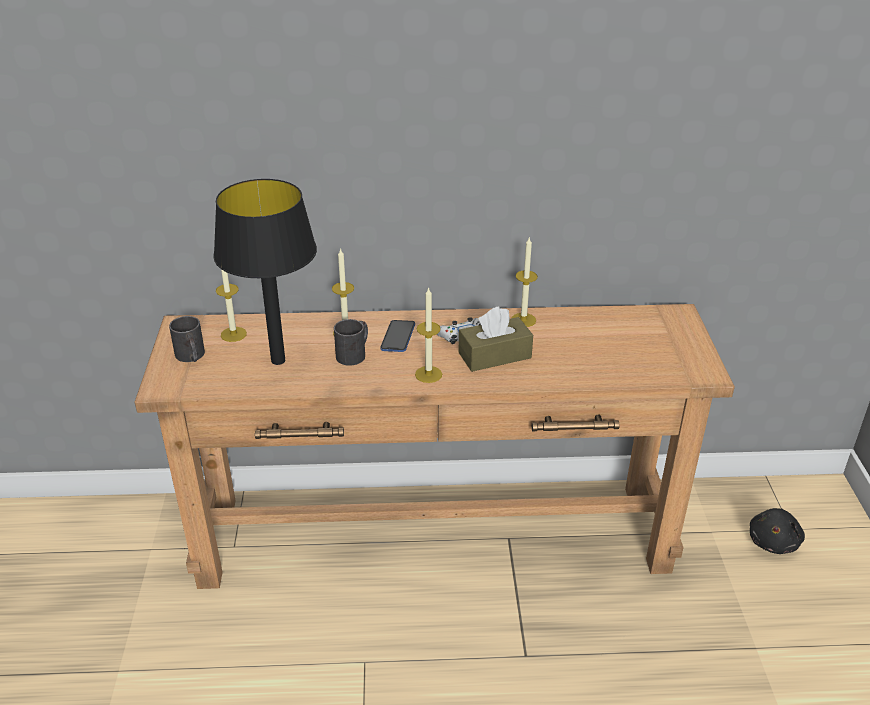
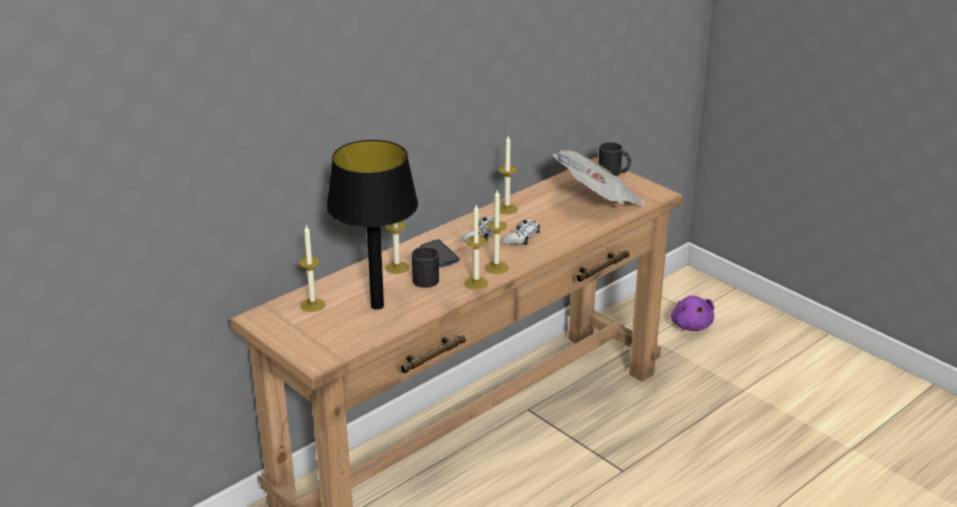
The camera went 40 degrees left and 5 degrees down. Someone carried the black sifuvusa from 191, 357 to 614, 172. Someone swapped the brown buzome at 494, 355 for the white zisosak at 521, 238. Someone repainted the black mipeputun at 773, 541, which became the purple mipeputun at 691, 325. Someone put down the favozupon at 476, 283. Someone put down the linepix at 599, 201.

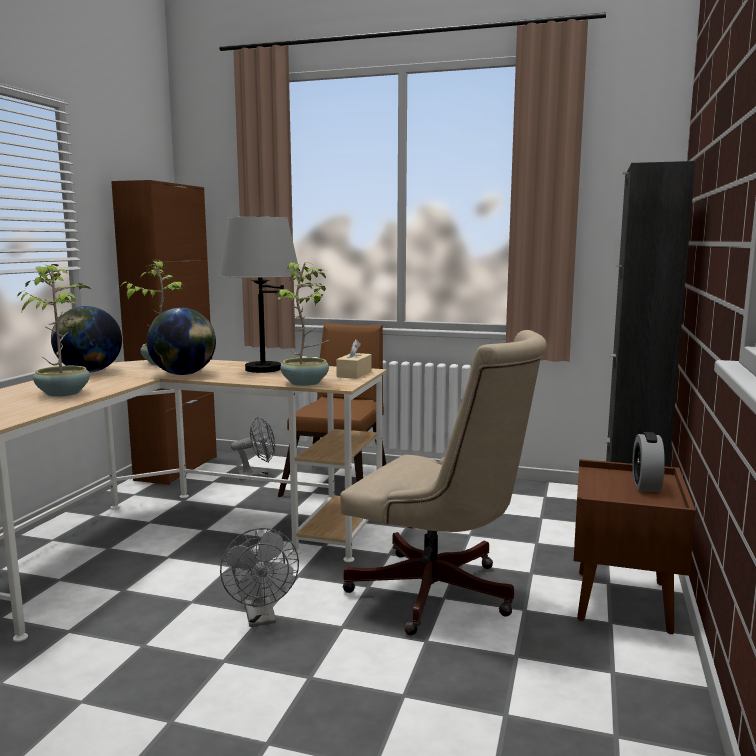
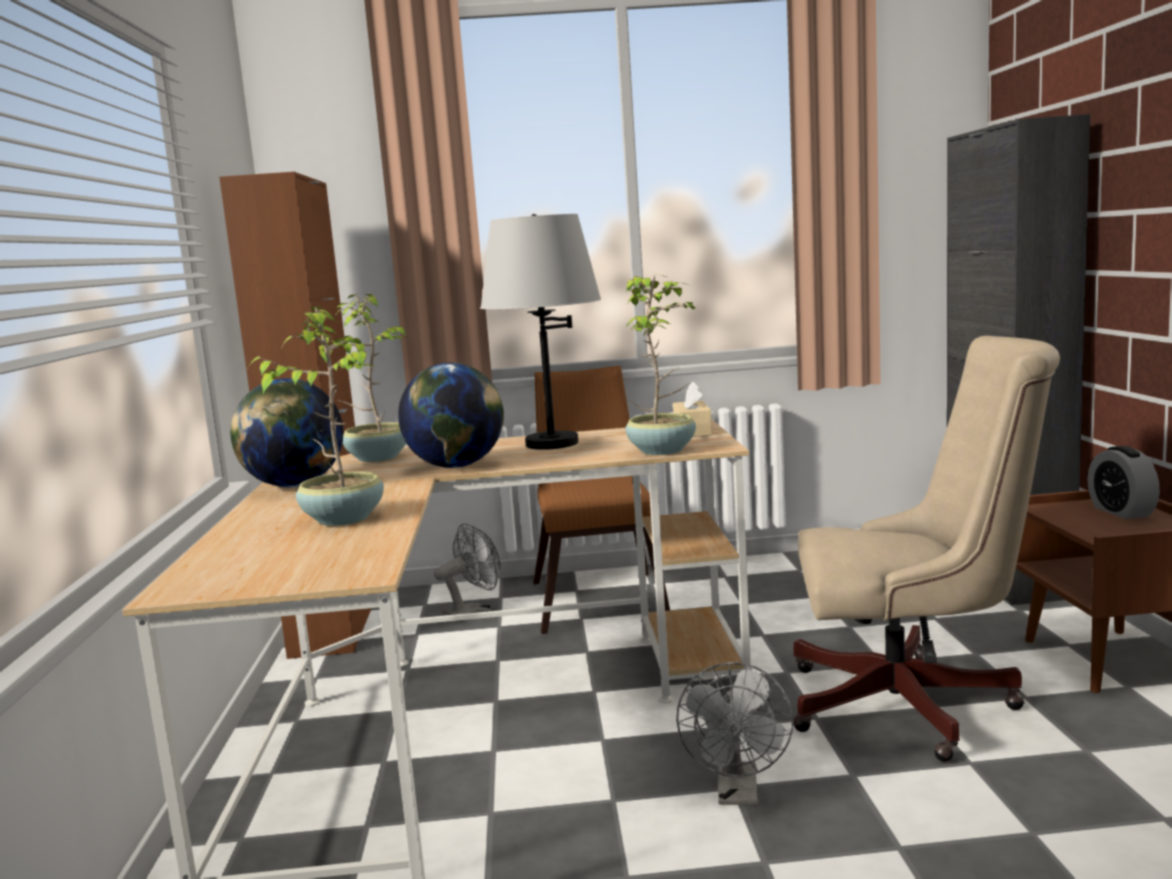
The camera went 20 degrees left and 0 degrees up. Someone rotated the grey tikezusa at 261, 618 by 45 degrees clockwise.

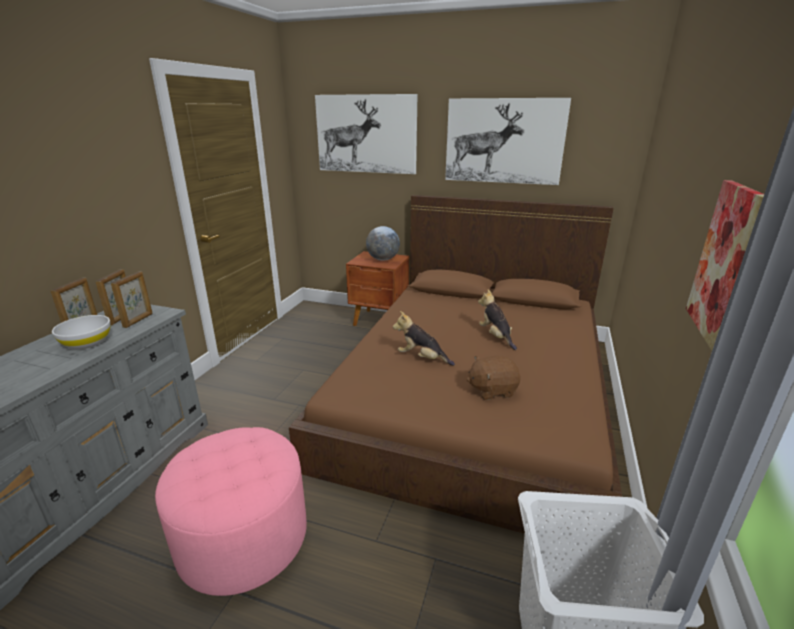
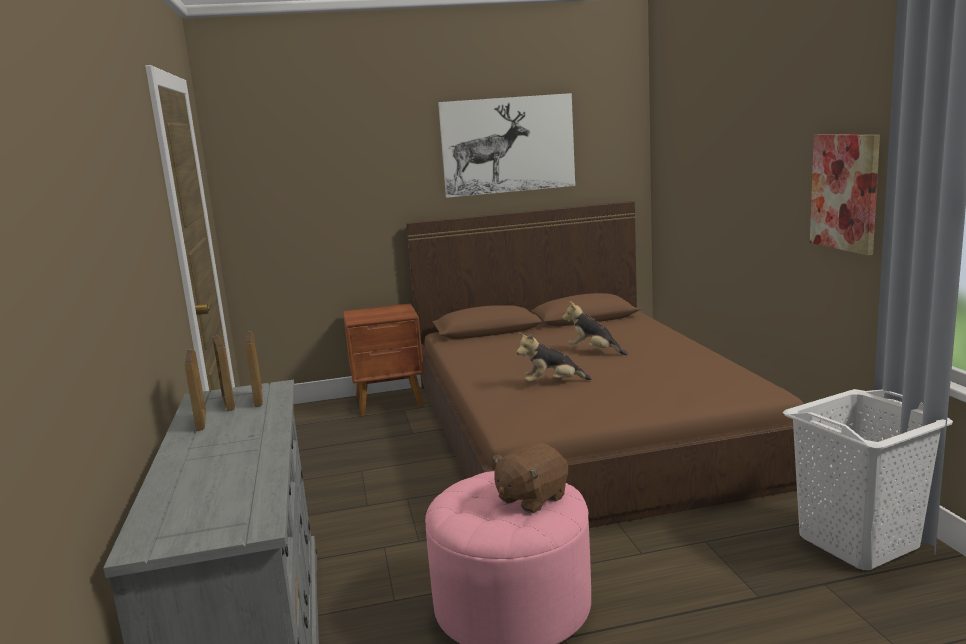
The camera went 30 degrees left and 10 degrees down. Someone took away the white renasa at 87, 343. Someone took away the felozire at 366, 134. Someone took away the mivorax at 383, 259. Someone carried the brown mipeputun from 492, 390 to 531, 498.

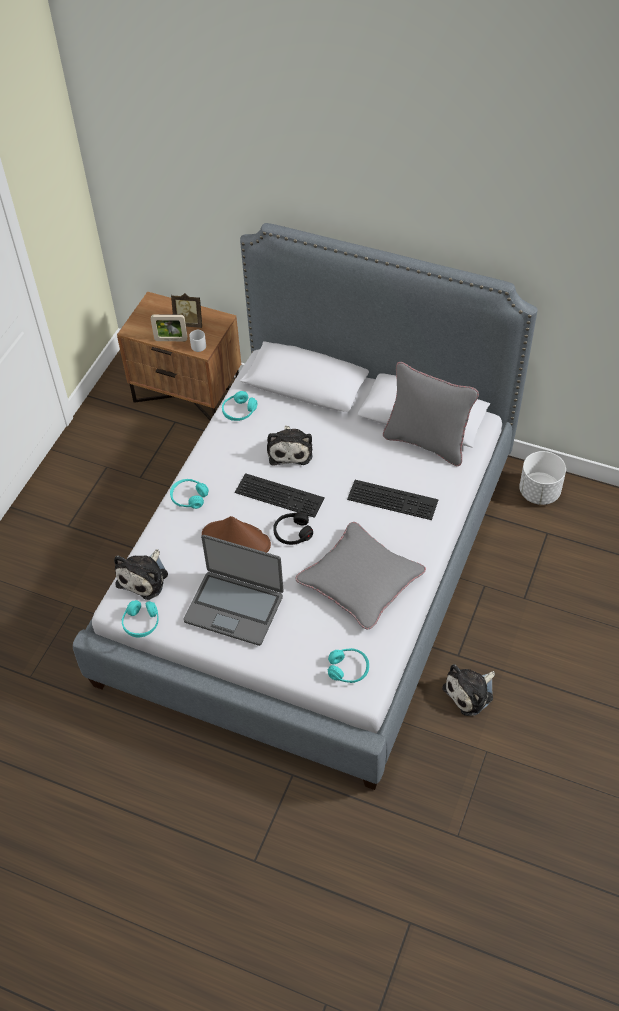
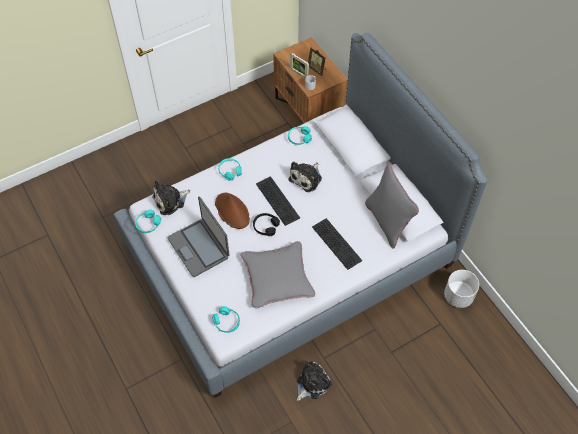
The camera went 35 degrees right and 5 degrees up. Someone rotated the mipeputun at 470, 692 by 135 degrees clockwise.

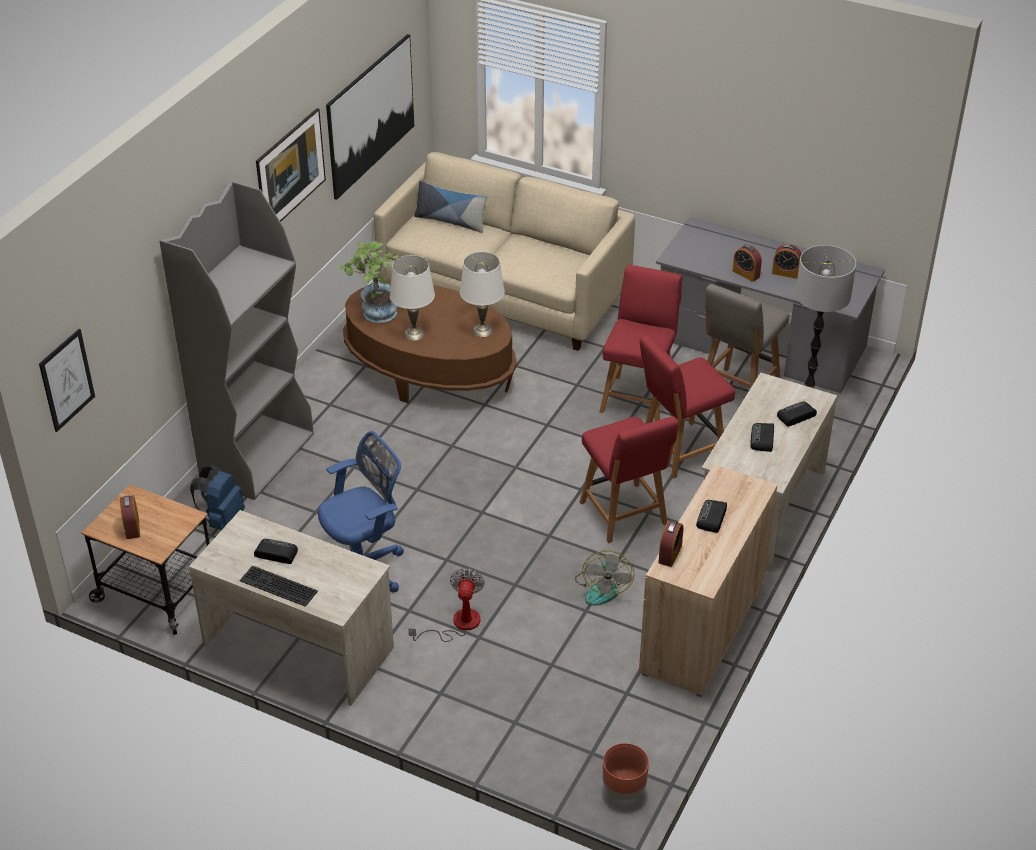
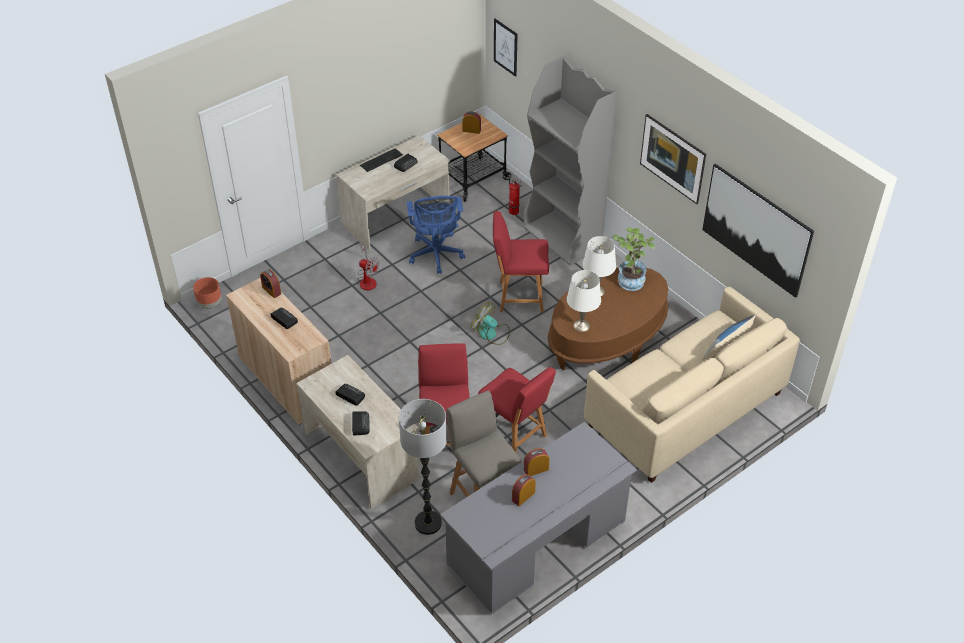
The camera went 115 degrees right and 5 degrees up. Someone swapped the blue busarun at 222, 520 for the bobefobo at 514, 212. Someone carried the tikezusa from 603, 588 to 491, 334. Someone carried the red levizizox from 624, 515 to 519, 297.

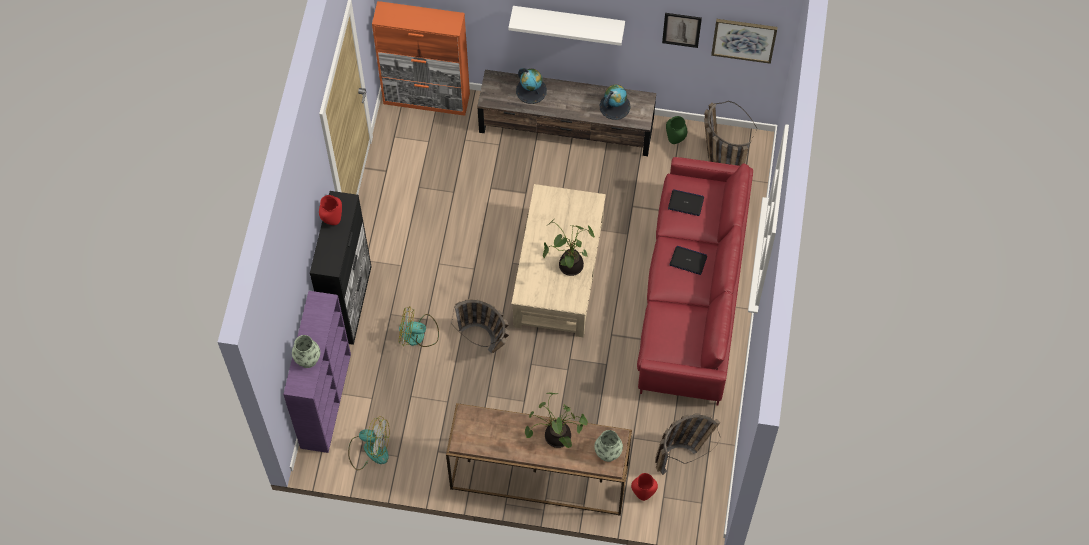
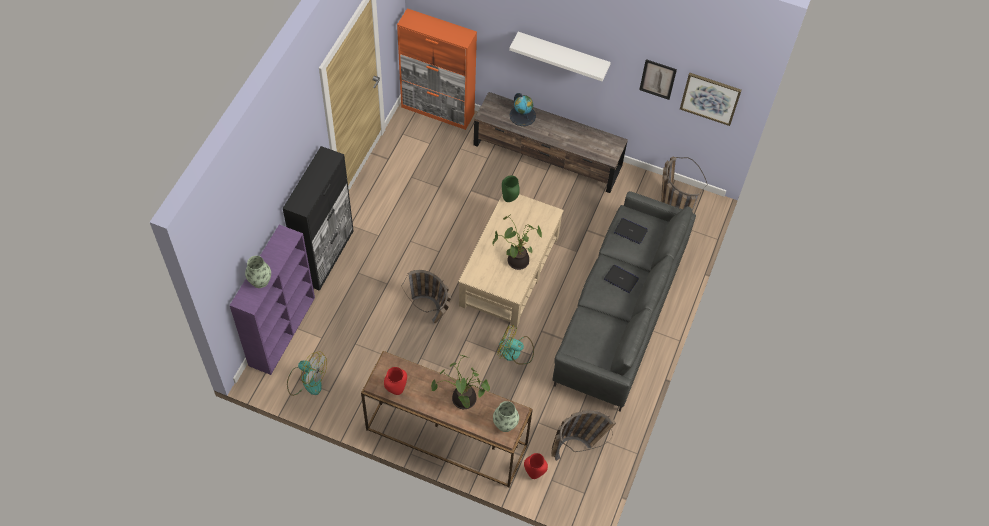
The camera went 10 degrees right and 5 degrees down. Someone carried the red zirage from 332, 220 to 396, 389. Someone carried the tikezusa from 418, 334 to 515, 352. Someone took away the mivorax at 614, 106. Someone repainted the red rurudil at 691, 295, which became the grey rurudil at 619, 314. Someone carried the green zirage from 675, 140 to 510, 199.

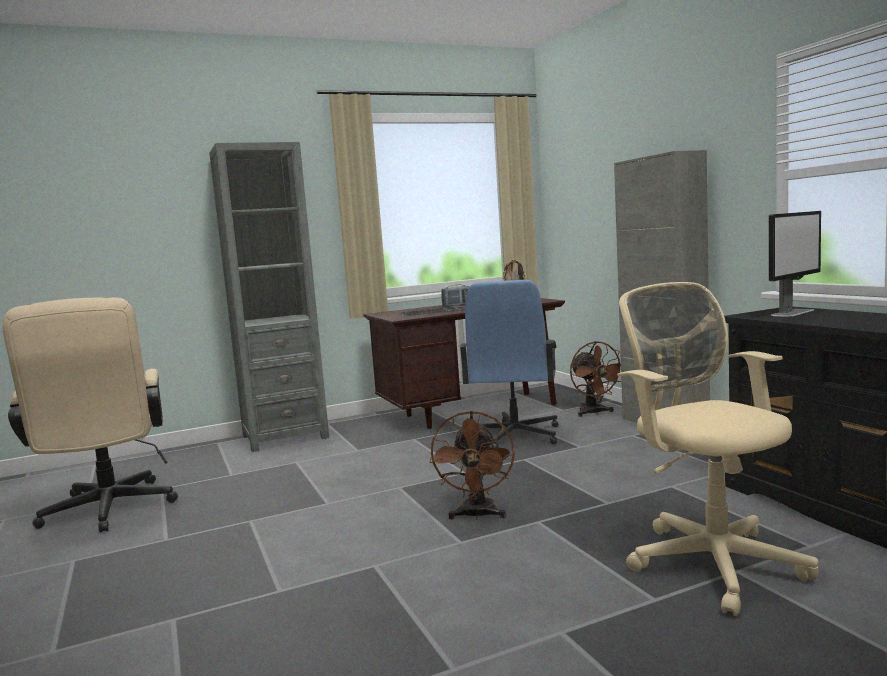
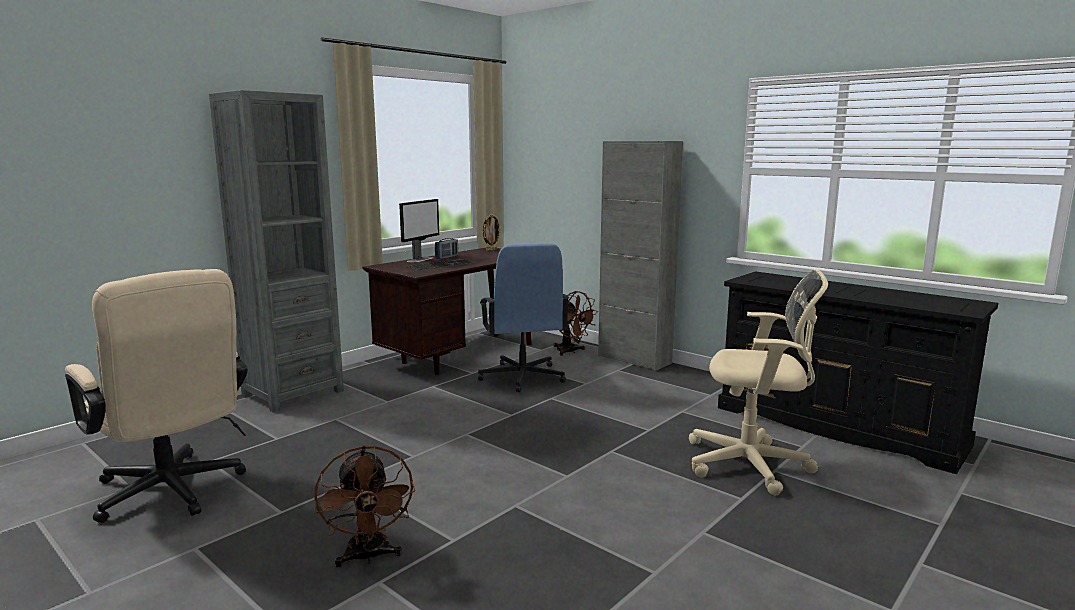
The camera went 25 degrees left and 5 degrees up. Someone carried the brown tikezusa from 477, 515 to 368, 557. Someone rotated the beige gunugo at 710, 560 by 150 degrees clockwise. Someone carried the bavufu from 792, 312 to 420, 259.

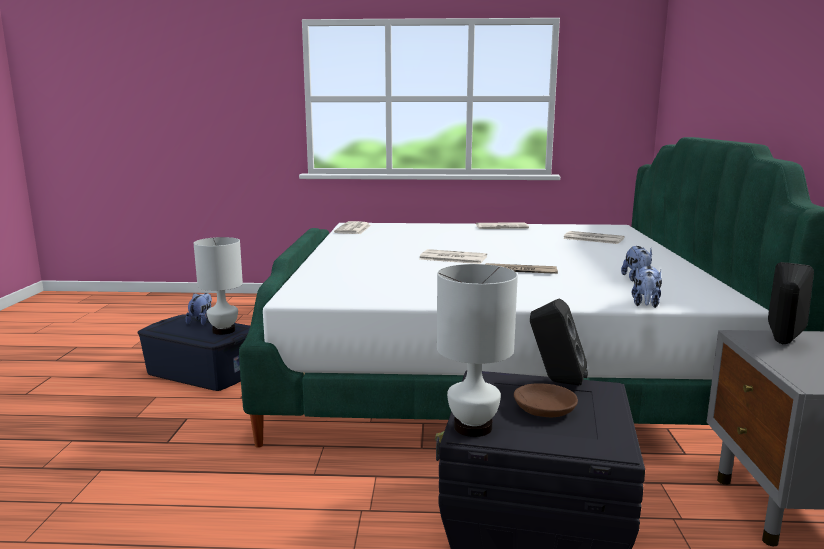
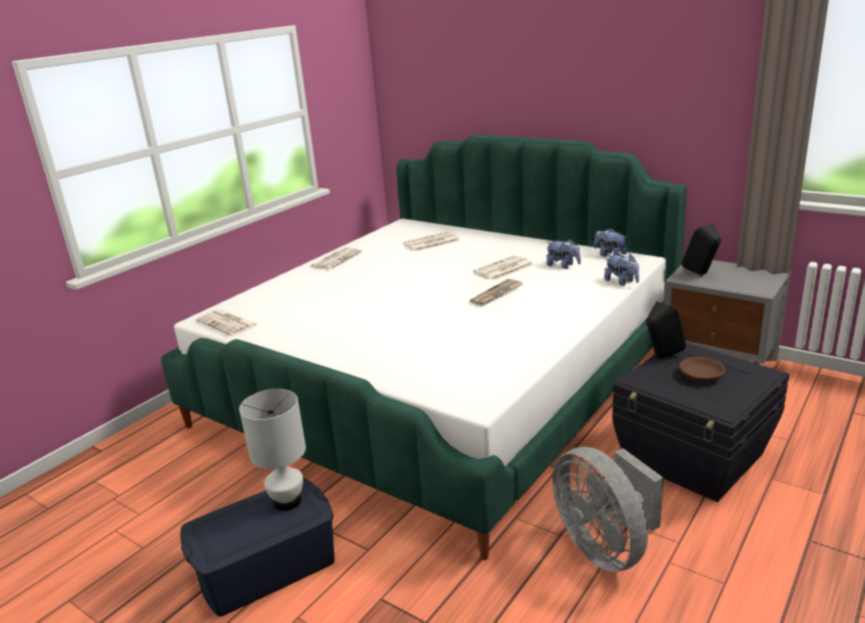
The camera went 55 degrees left and 10 degrees up. Someone carried the mipeputun from 201, 321 to 610, 255. Someone carried the linepix from 452, 258 to 503, 269. Someone took away the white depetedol at 472, 427. Someone put down the grey tikezusa at 605, 547.

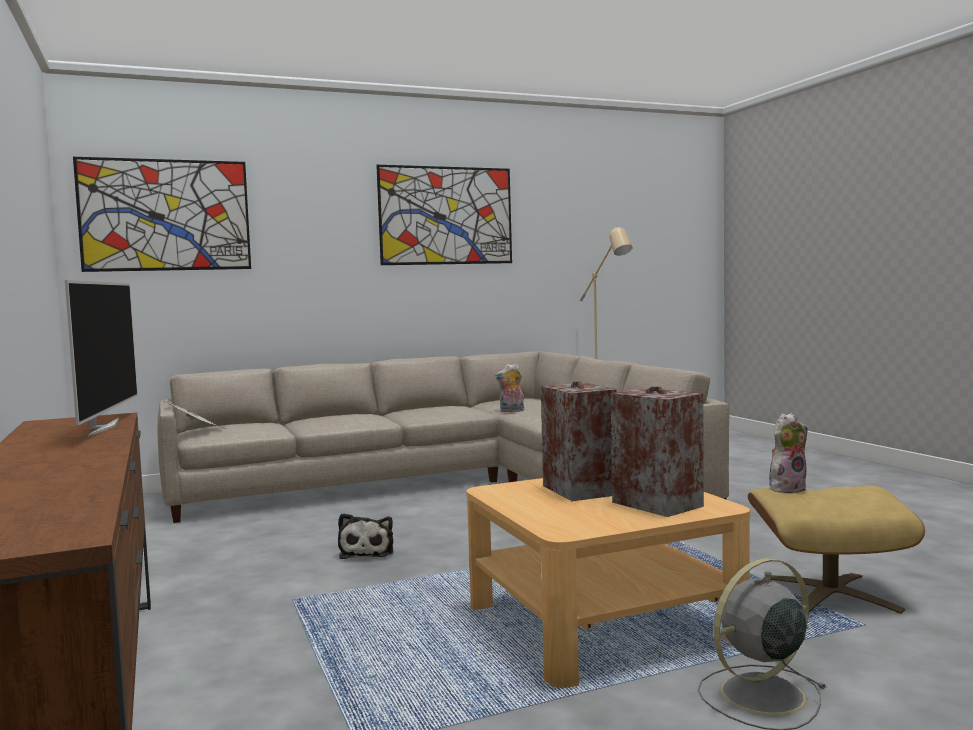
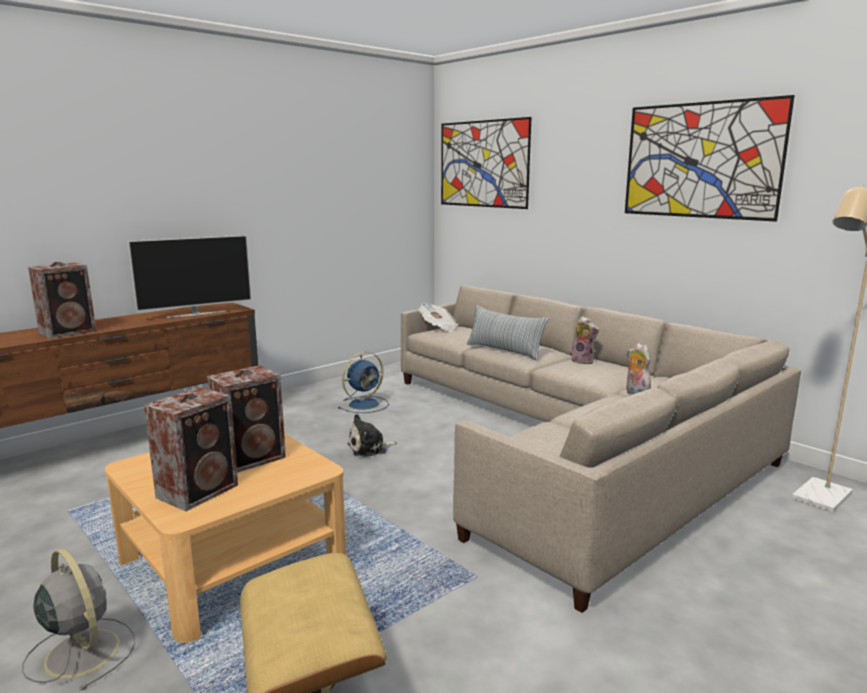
The camera went 70 degrees right and 10 degrees up. Someone carried the mipeputun from 787, 489 to 584, 361. Someone put down the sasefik at 69, 332. Someone put down the blue tikezusa at 365, 404. Someone put down the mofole at 504, 351.

